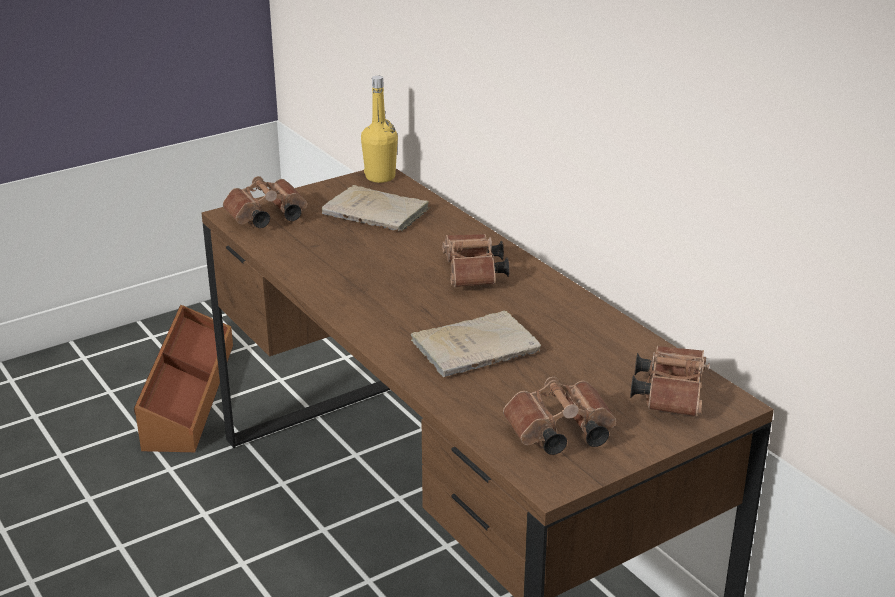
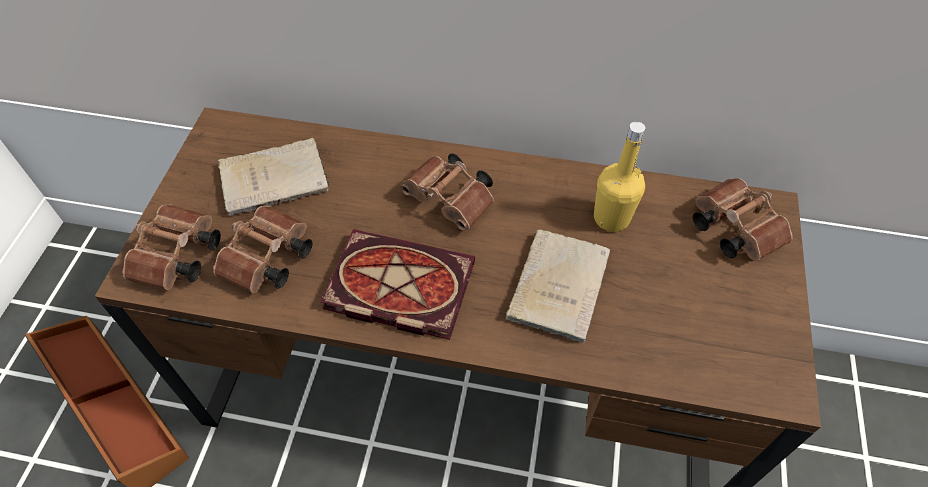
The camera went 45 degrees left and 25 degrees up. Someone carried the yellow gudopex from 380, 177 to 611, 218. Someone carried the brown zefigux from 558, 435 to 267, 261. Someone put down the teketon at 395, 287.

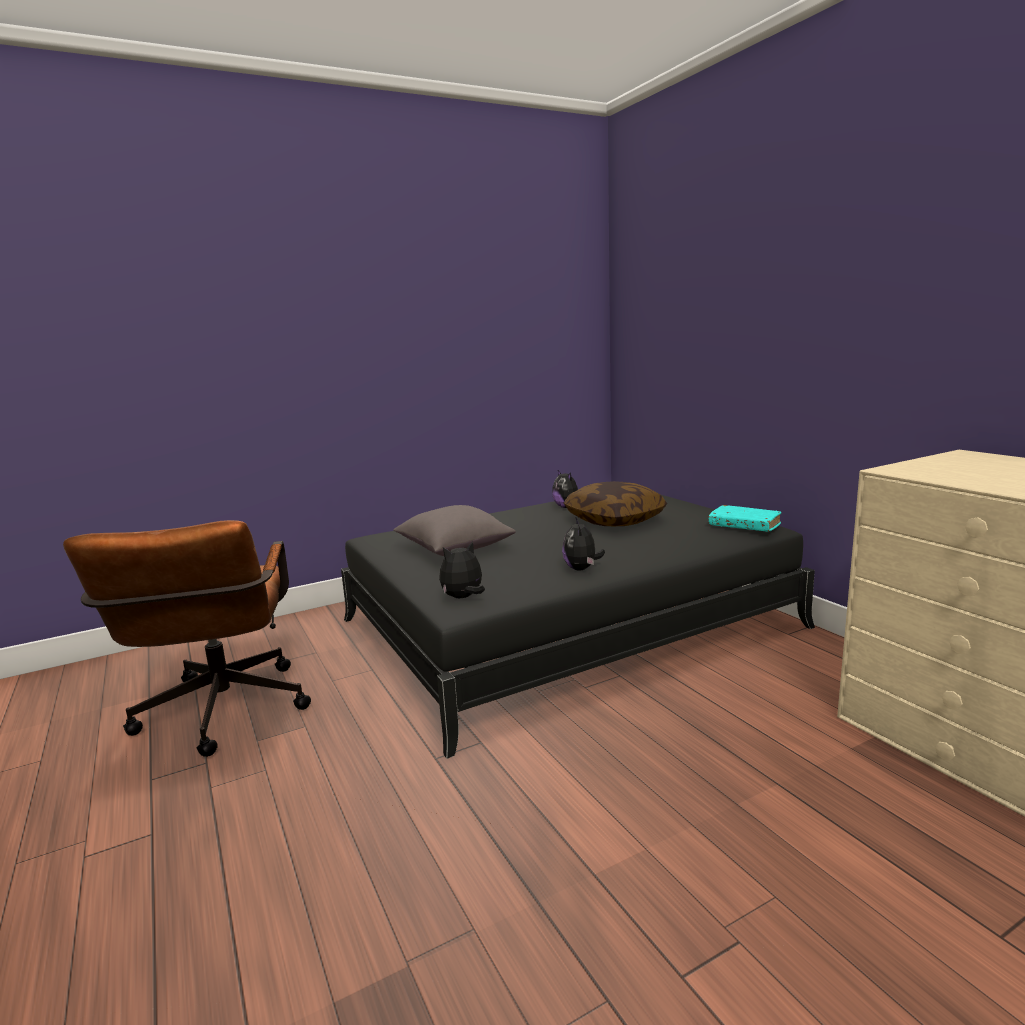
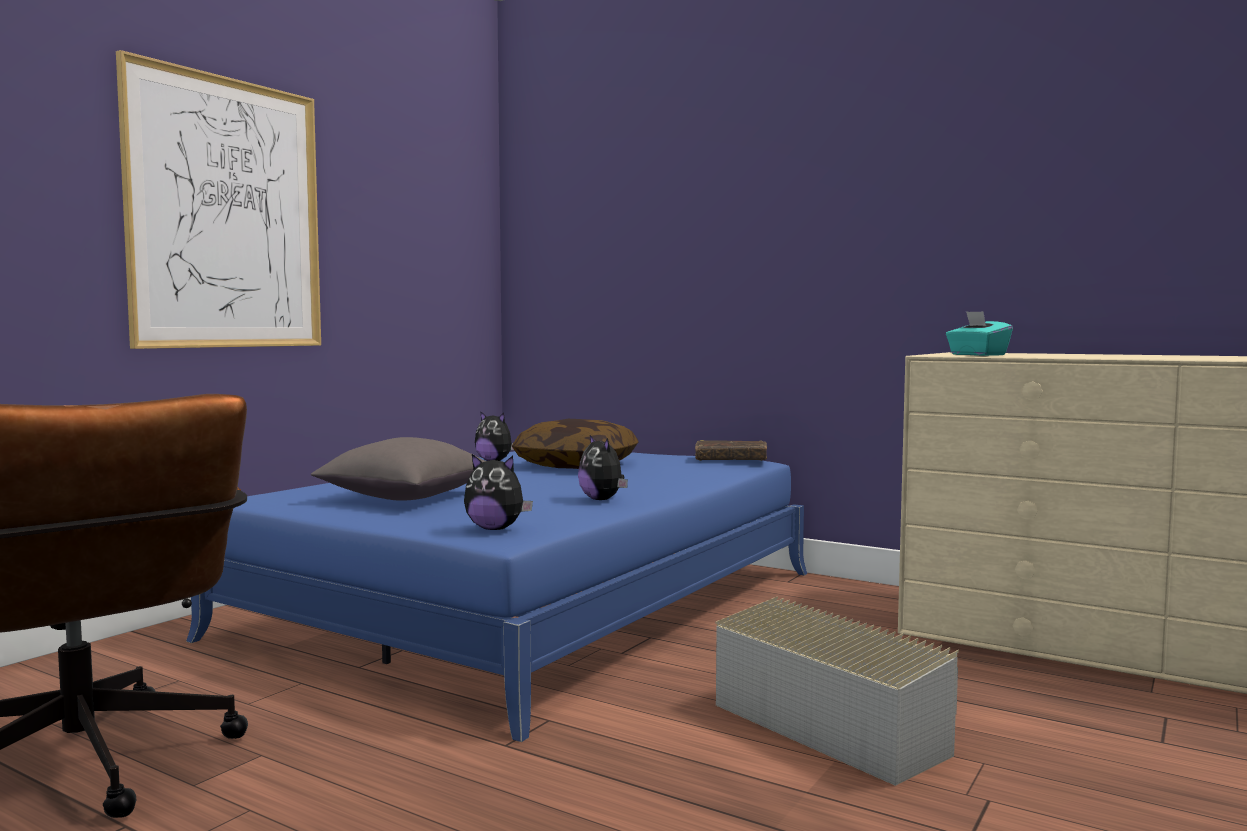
The camera went 30 degrees left and 10 degrees down. Someone repainted the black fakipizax at 567, 623, which became the blue fakipizax at 534, 604. Someone rotated the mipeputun at 463, 598 by 105 degrees counterclockwise. Someone repainted the turquoise teketon at 744, 526, which became the brown teketon at 731, 459. Someone put up the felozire at 226, 214. Someone put down the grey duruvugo at 841, 720. Someone put down the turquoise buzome at 977, 355.

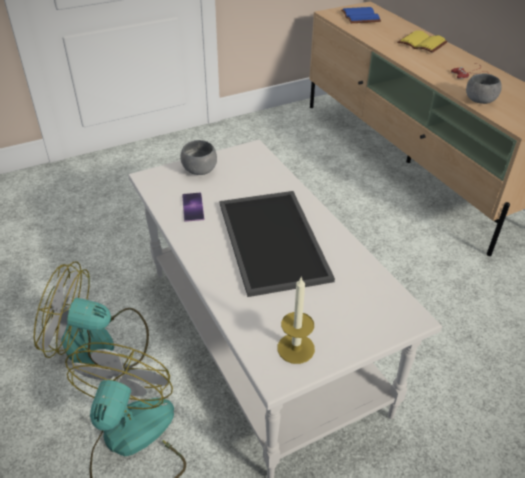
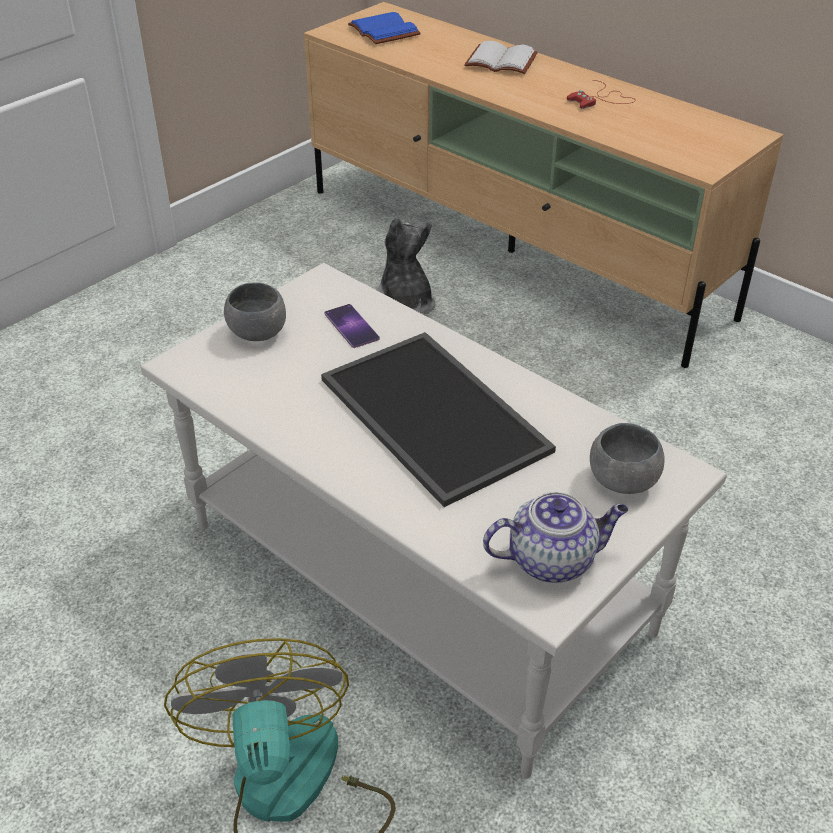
The camera went 20 degrees left and 0 degrees up. Someone took away the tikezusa at 101, 345. Someone carried the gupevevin from 193, 207 to 351, 326. Someone swapped the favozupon at 296, 348 for the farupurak at 553, 560. Someone repainted the yellow teketon at 420, 44, which became the white teketon at 499, 62. Someone carried the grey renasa from 480, 100 to 623, 480. Someone put down the mipeputun at 404, 304.

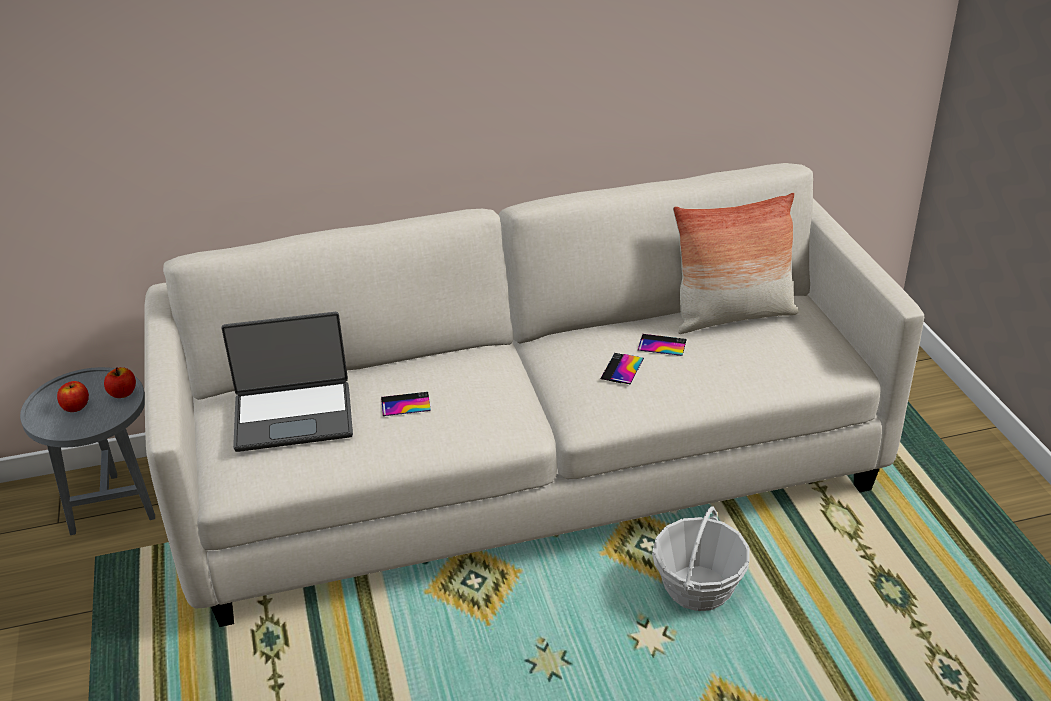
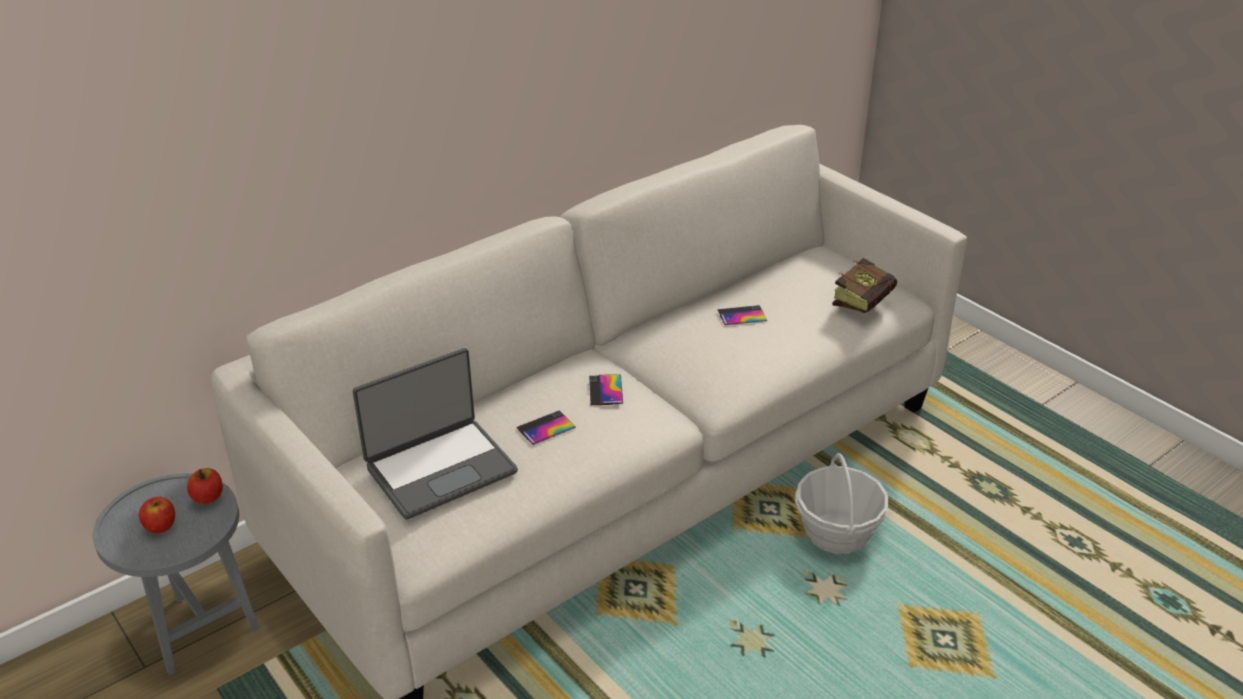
The camera went 25 degrees left and 0 degrees up. Someone carried the gupevevin from 622, 369 to 605, 390. Someone took away the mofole at 732, 316. Someone put down the teketon at 865, 301.

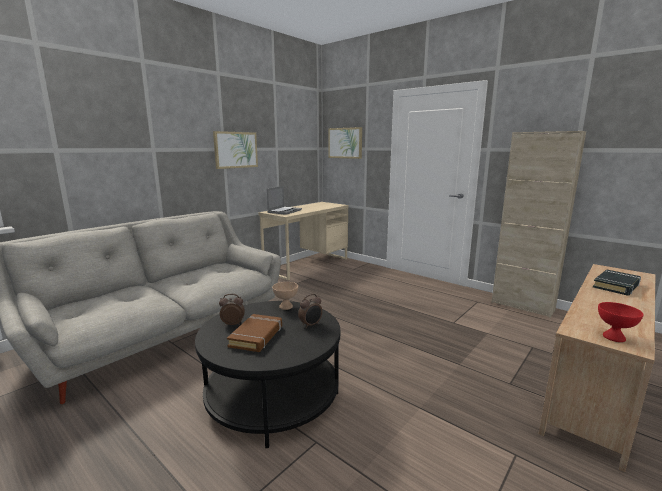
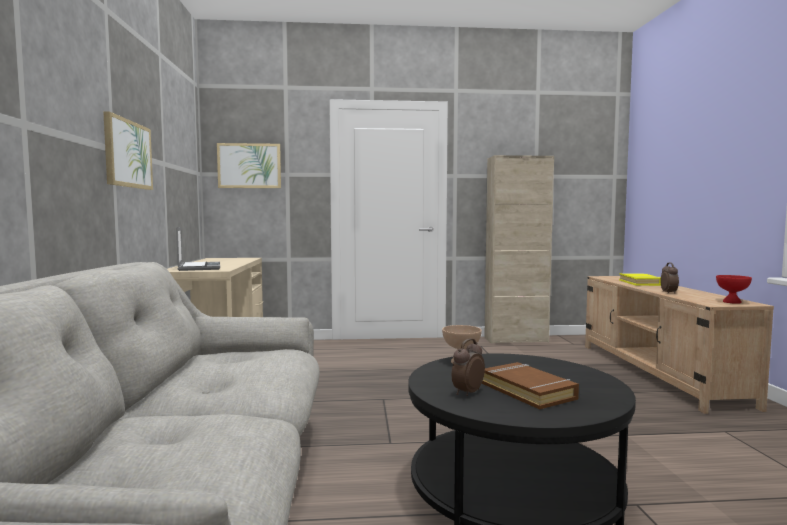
The camera went 45 degrees left and 10 degrees down. Someone carried the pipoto from 311, 325 to 669, 293. Someone repainted the black teketon at 616, 286, which became the yellow teketon at 640, 283.

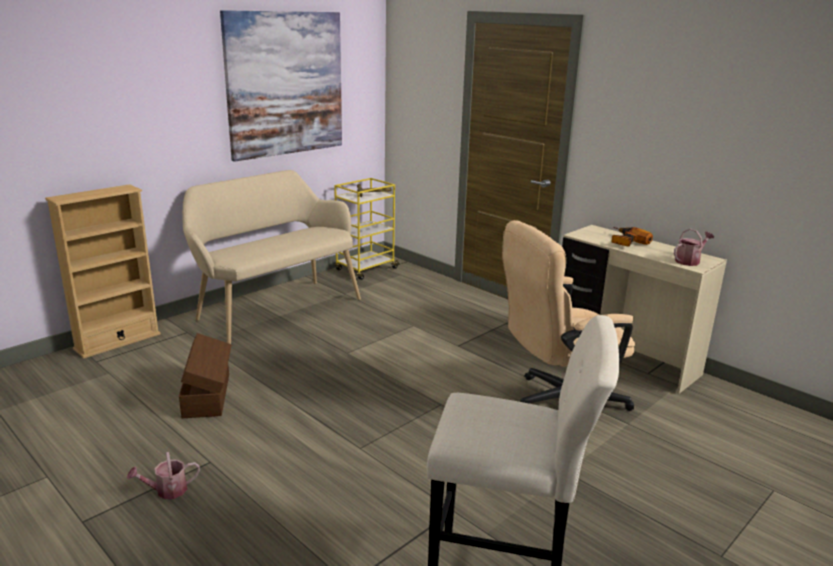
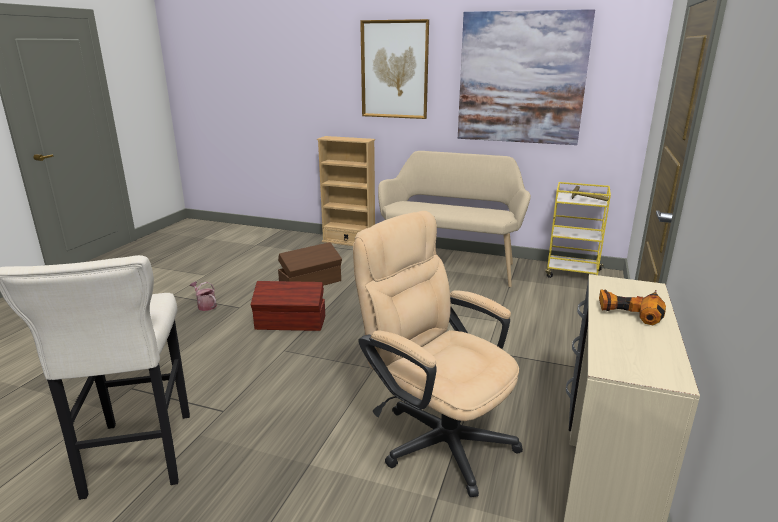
The camera went 65 degrees right and 0 degrees up. Someone took away the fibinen at 689, 261. Someone put down the brown duruvugo at 291, 323. Someone put up the felozire at 394, 70.

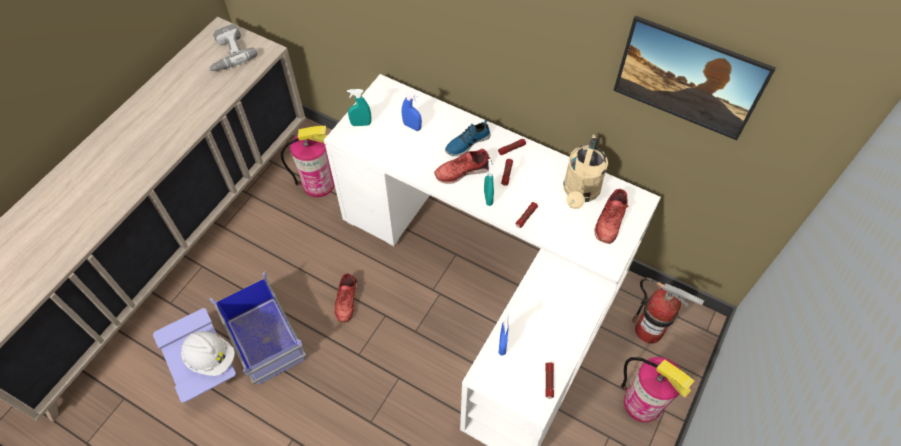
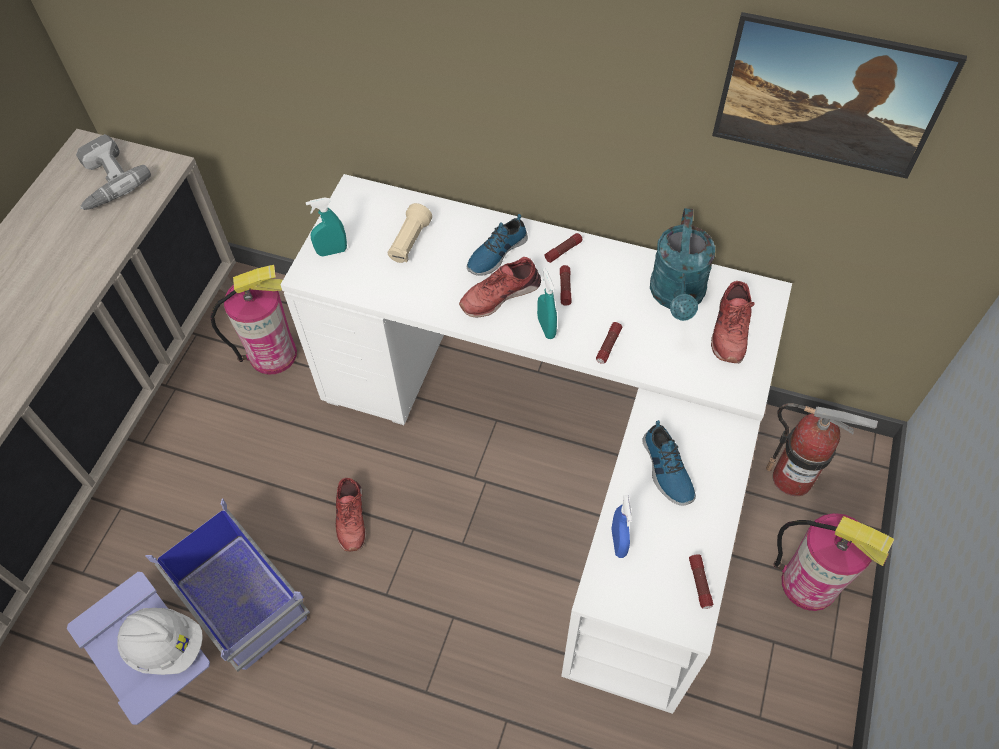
The camera went 10 degrees left and 0 degrees up. Someone swapped the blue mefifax at 412, 126 for the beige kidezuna at 409, 242. Someone repainted the beige fibinen at 580, 192, which became the turquoise fibinen at 677, 297. Someone put down the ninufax at 666, 469.

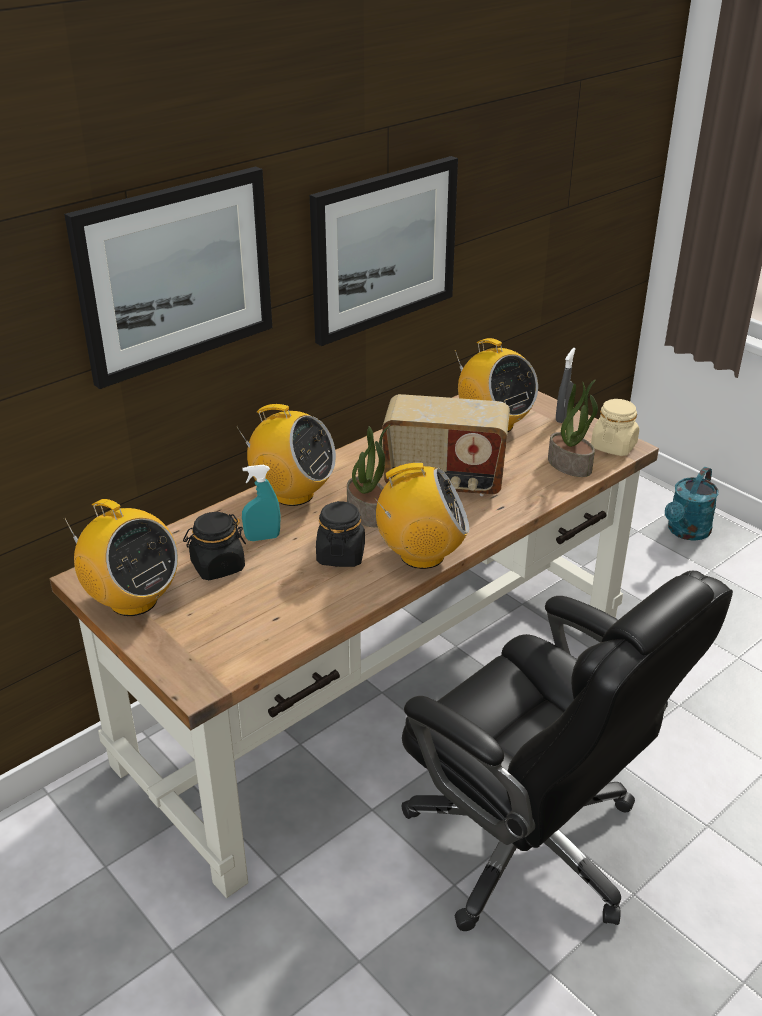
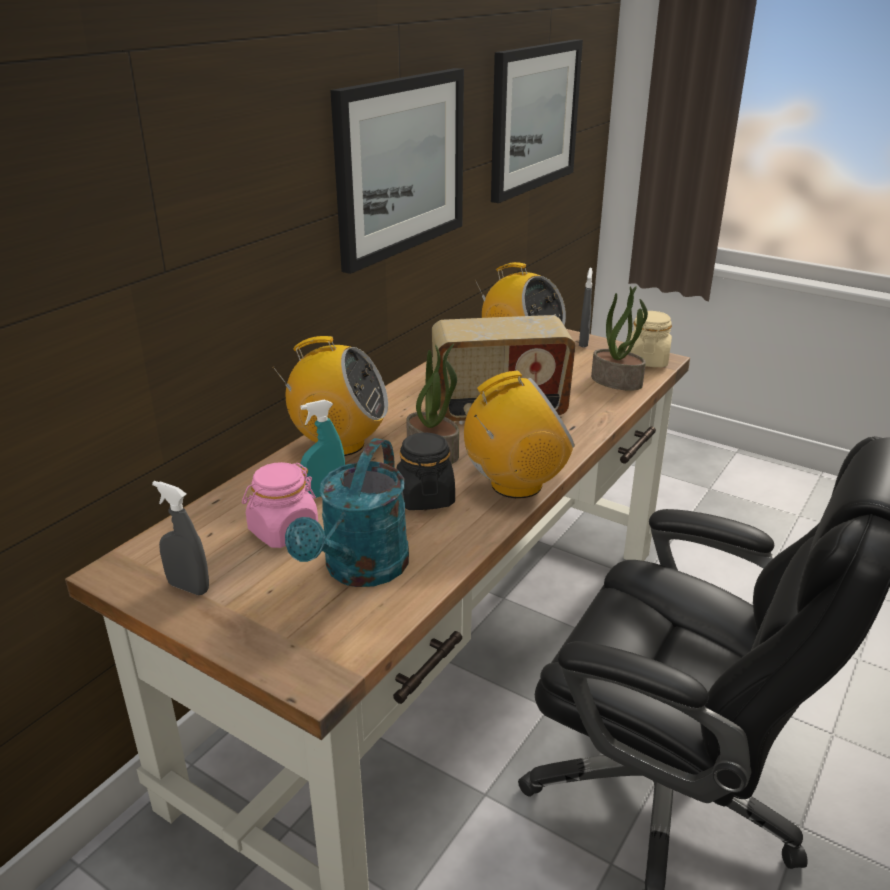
The camera went 15 degrees left and 5 degrees down. Someone carried the felozire from 175, 274 to 534, 118. Someone swapped the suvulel at 133, 600 for the grey mefifax at 188, 587. Someone repainted the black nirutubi at 217, 566, which became the pink nirutubi at 283, 531. Someone carried the turquoise fibinen from 686, 532 to 360, 571.

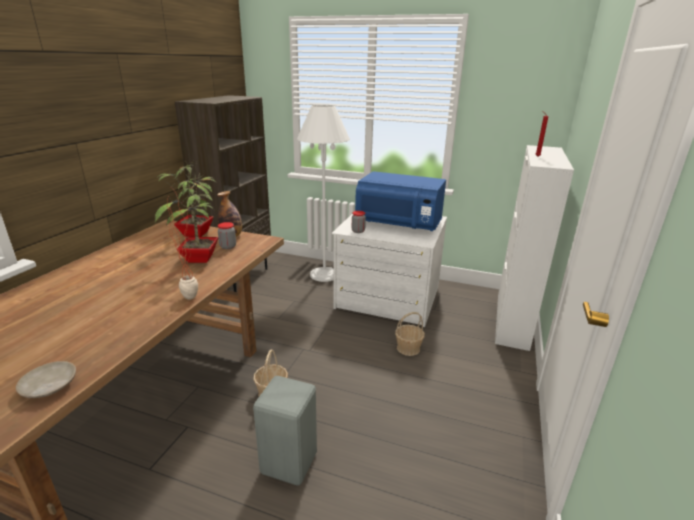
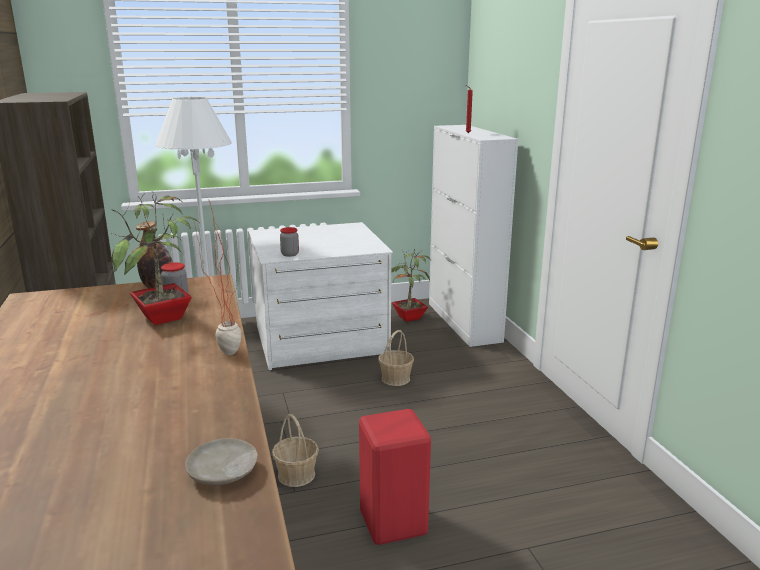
The camera went 35 degrees left and 5 degrees down. Someone carried the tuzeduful from 194, 234 to 408, 318. Someone repainted the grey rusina at 289, 464, which became the red rusina at 395, 523. Someone took away the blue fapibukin at 399, 224.

